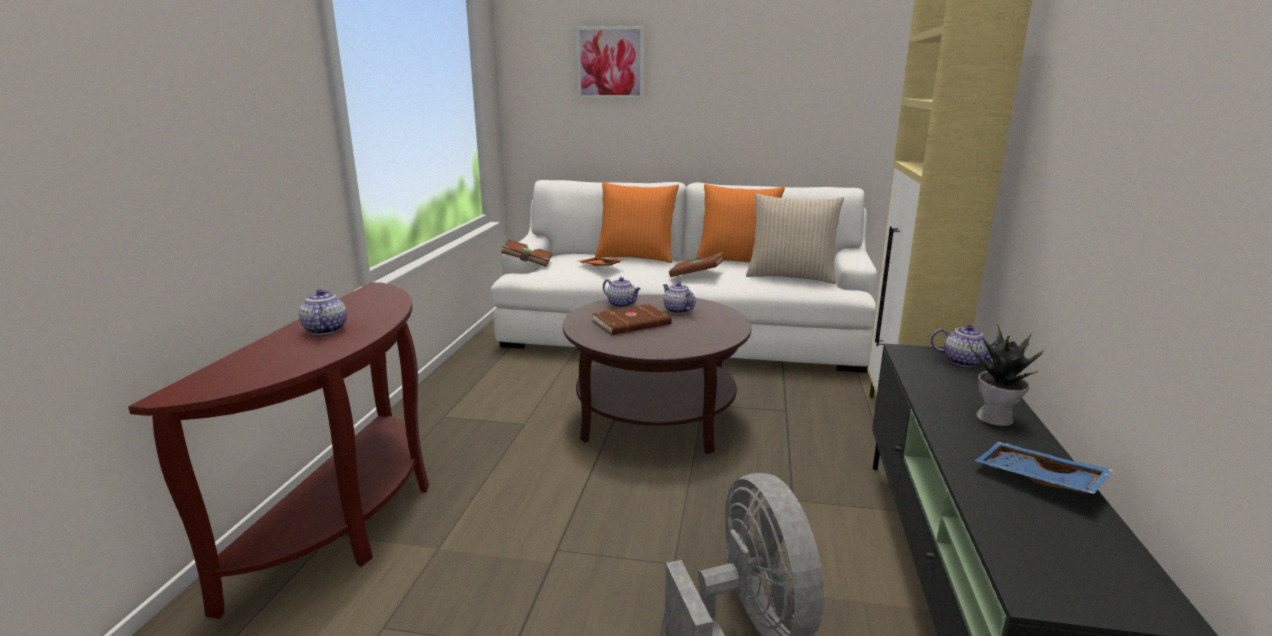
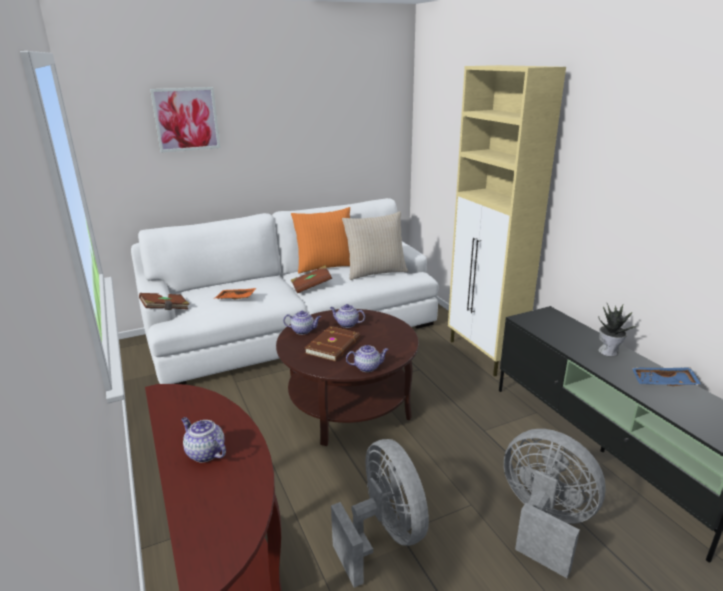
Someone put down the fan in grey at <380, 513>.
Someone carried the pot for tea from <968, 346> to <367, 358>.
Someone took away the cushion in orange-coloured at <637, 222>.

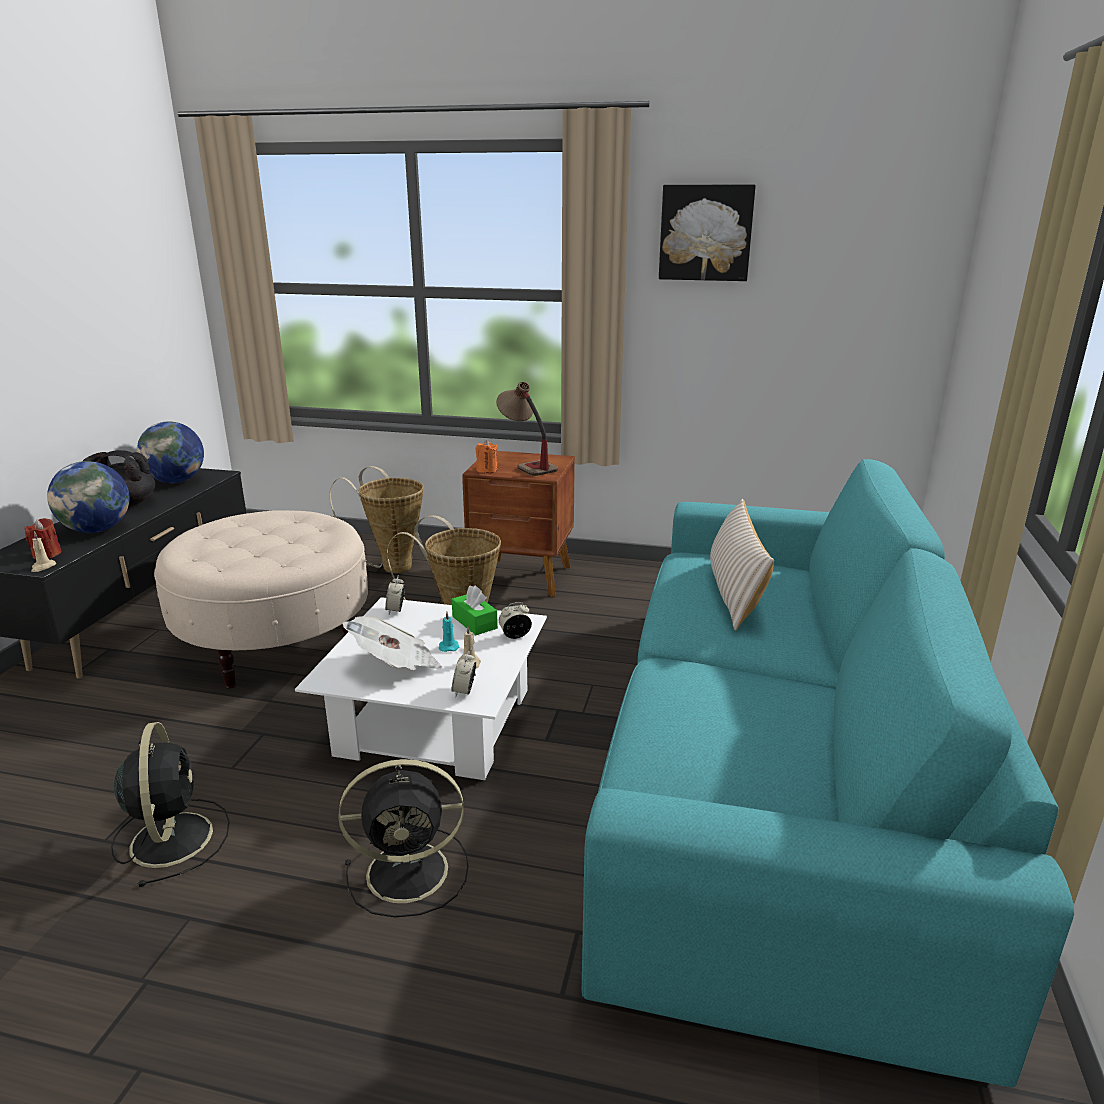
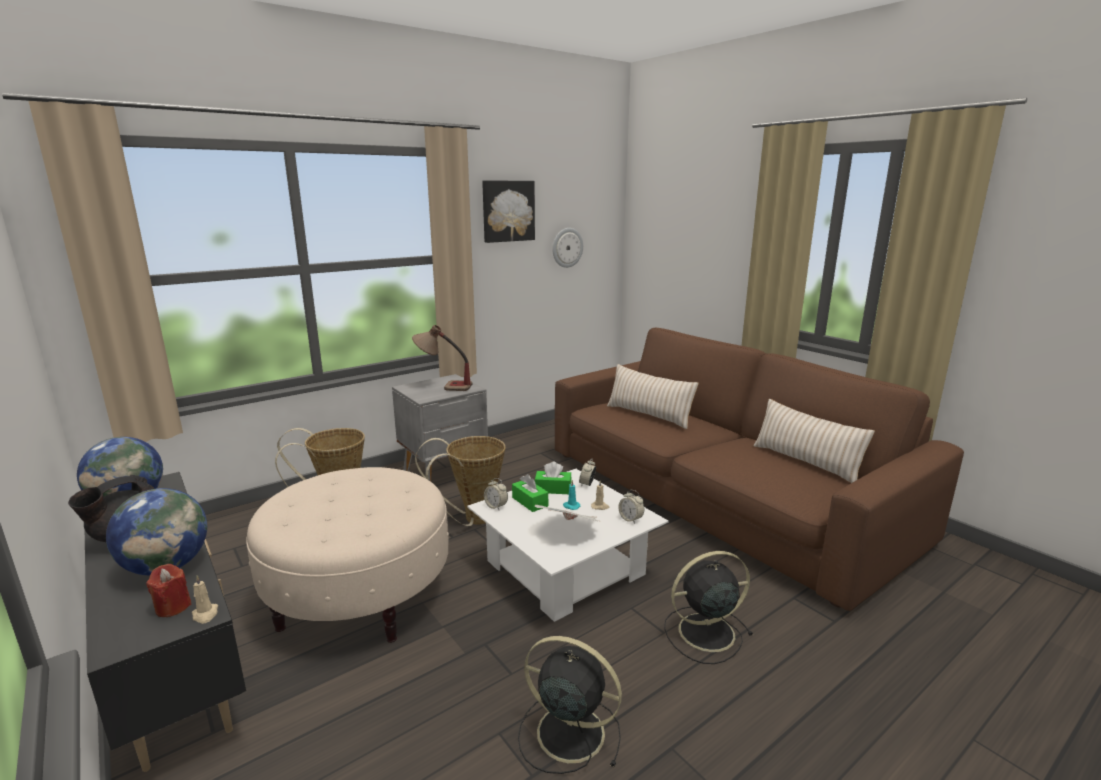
Someone repainted the nightstand in brownish at <518, 524>, which became the nightstand in grey at <440, 428>.
Someone put down the tissue box in green-coloured at <530, 493>.
Someone put up the clock on the wall at <567, 248>.
Someone repainted the sofa in turquoise at <828, 773>, which became the sofa in brownish at <759, 469>.
Someone rotated the fan in blackish at <403, 838> by 135 degrees counterclockwise.
Someone put down the cushion in beige at <814, 441>.
Someone took away the wax candle in orange-coloured at <486, 456>.

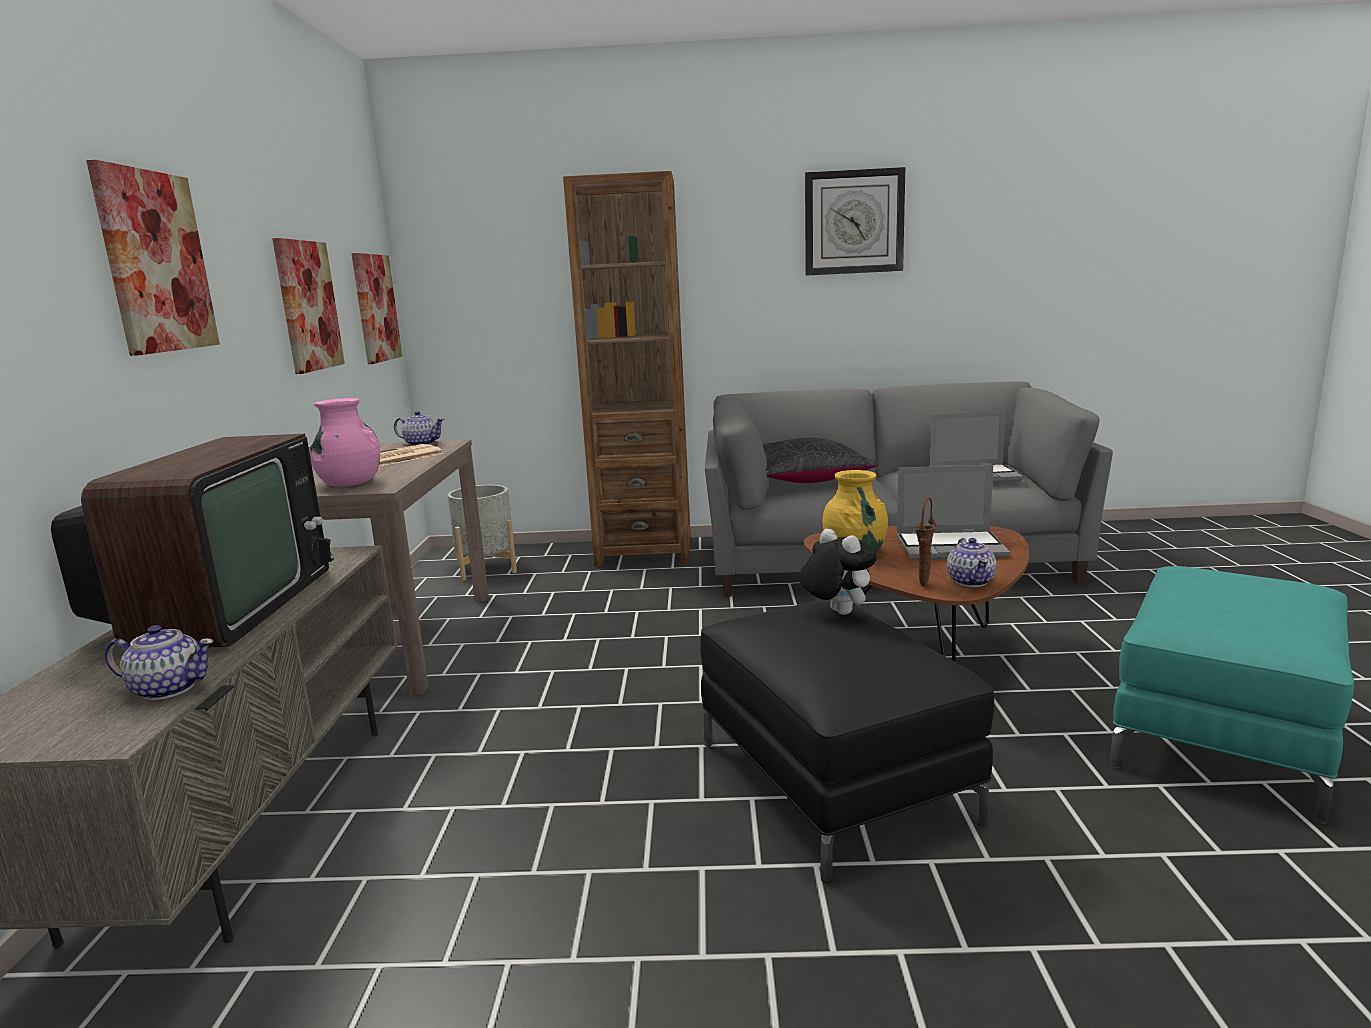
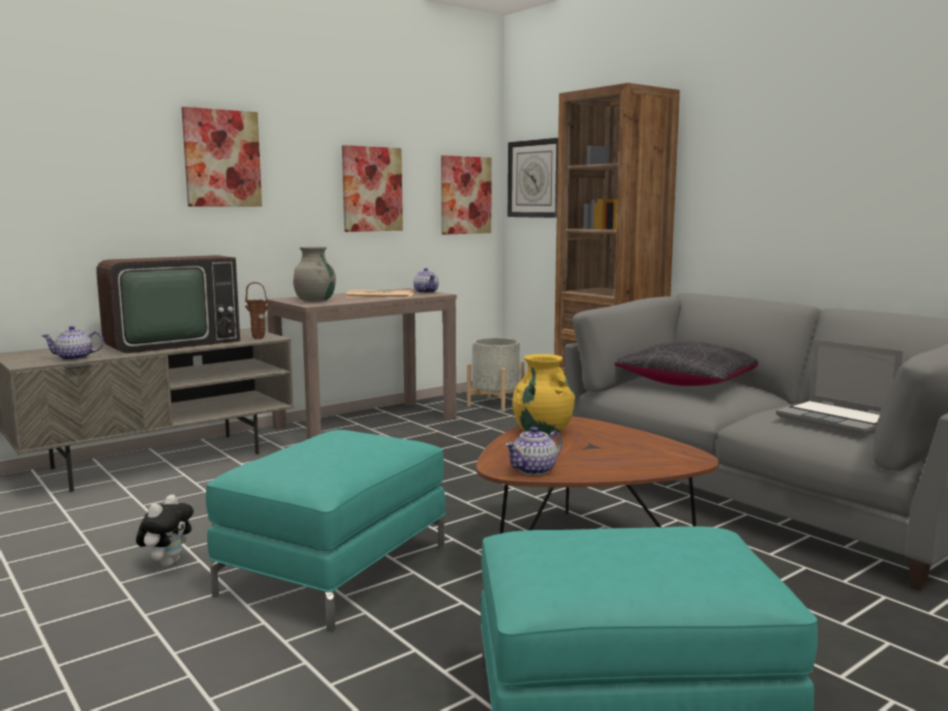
Someone rotated the pot for tea at <159, 662> by 105 degrees clockwise.
Someone carried the cuddly toy from <838, 572> to <165, 530>.
Someone repainted the ottoman in blackish at <847, 741>, which became the ottoman in turquoise at <325, 531>.
Someone carried the flower vase in brownish from <925, 542> to <258, 310>.
Someone repainted the flower vase in pink at <344, 442>, which became the flower vase in grey at <314, 274>.
Someone carried the clock on the wall from <855, 221> to <533, 178>.
Someone took away the laptop at <953, 512>.

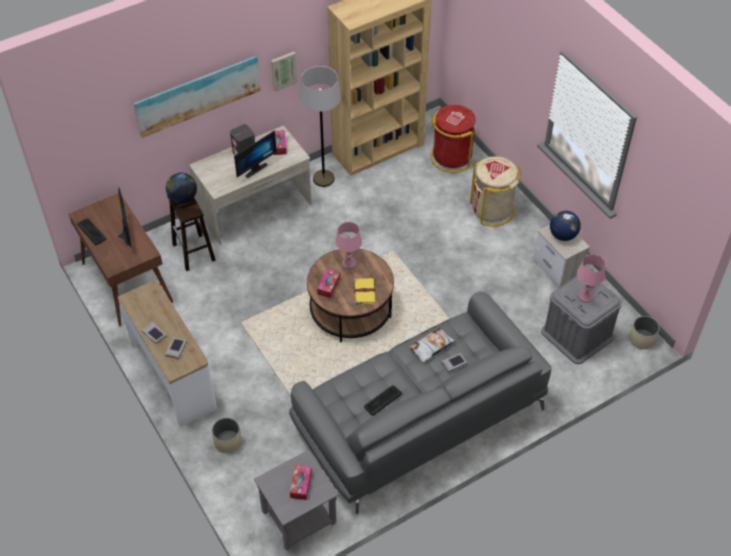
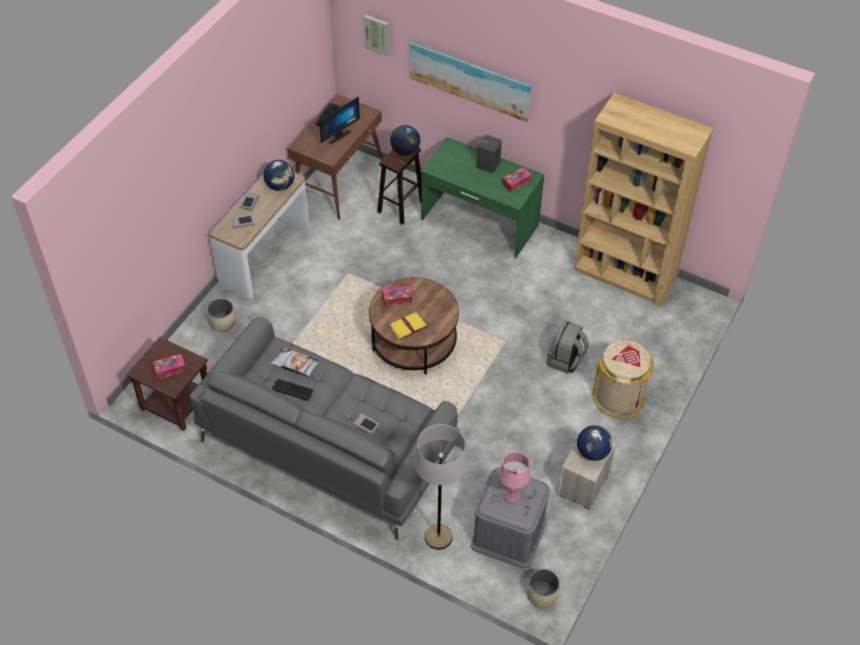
Someone repainted the side table in grey at <296, 500>, which became the side table in brownish at <167, 384>.
Someone put down the desk globe at <279, 175>.
Someone carried the cushion from <431, 345> to <295, 362>.
Someone carried the wall picture from <284, 71> to <376, 35>.
Someone carried the standing lamp in grey from <320, 126> to <441, 487>.
Someone repainted the desk in beige at <250, 185>, which became the desk in green-coloured at <482, 197>.
Someone put down the rucksack in grey at <568, 347>.
Someone took away the computer display at <255, 154>.
Someone took away the tabletop lamp in pink at <348, 245>.
Someone took away the trash can in red-coloured at <453, 139>.

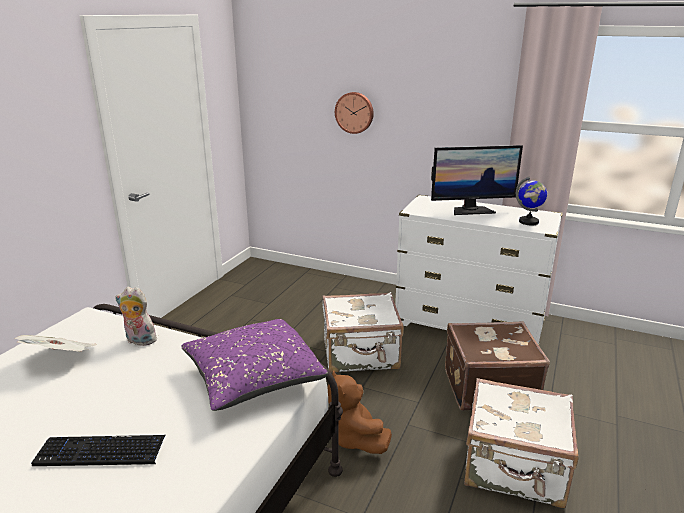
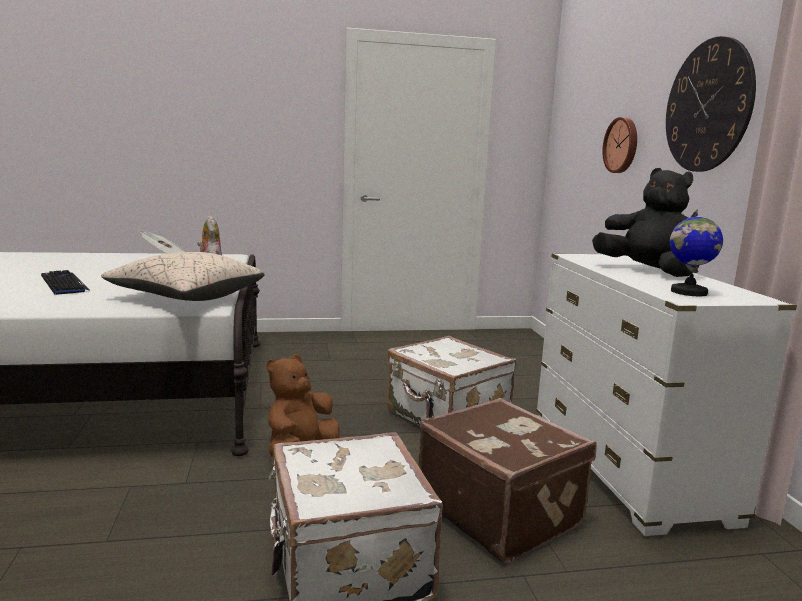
Someone repainted the cushion in purple-coloured at <254, 365>, which became the cushion in beige at <183, 276>.
Someone swapped the computer display at <477, 180> for the cuddly toy in blackish at <645, 222>.
Someone put up the clock on the wall at <711, 104>.

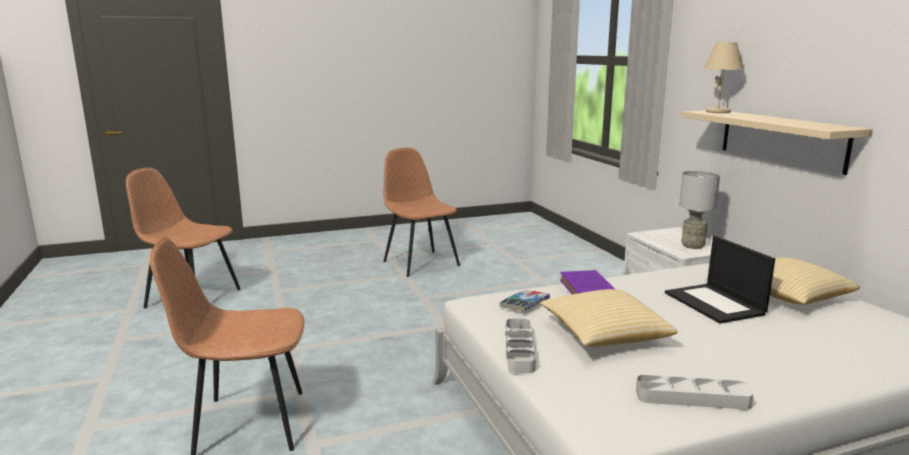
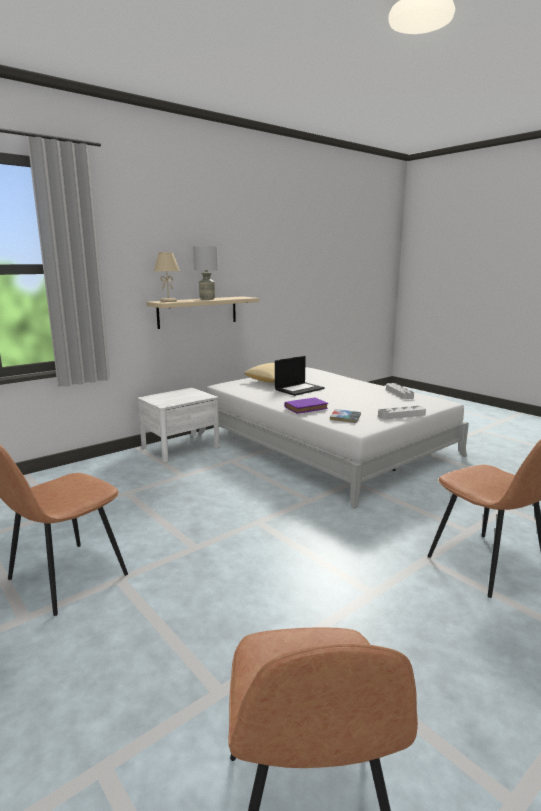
Someone carried the tabletop lamp in grey from <699, 210> to <205, 273>.
Someone took away the cushion at <609, 318>.

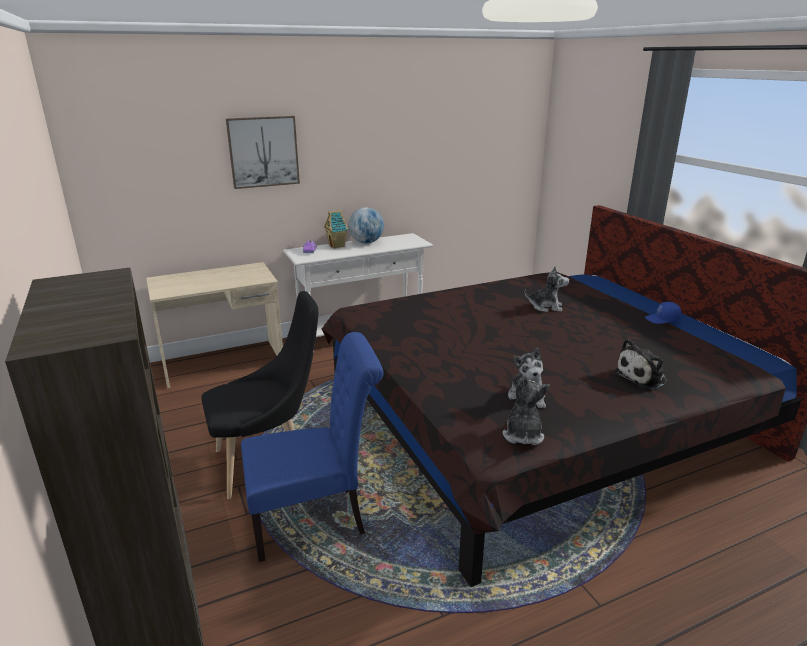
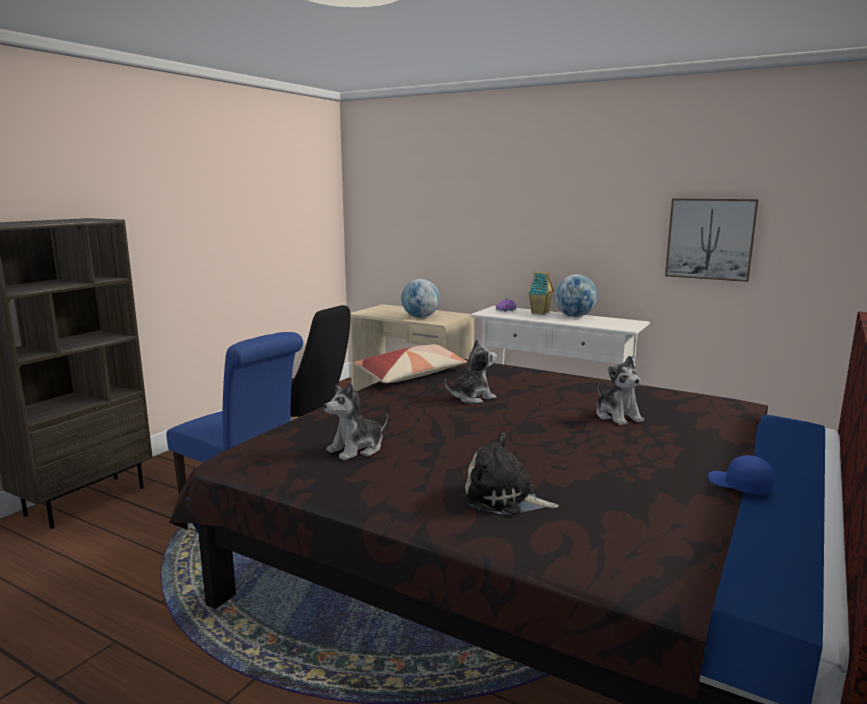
Someone put down the cushion at <410, 363>.
Someone put down the desk globe at <420, 298>.
Someone carried the cuddly toy from <526, 410> to <471, 371>.
Someone carried the wall picture from <263, 152> to <712, 240>.

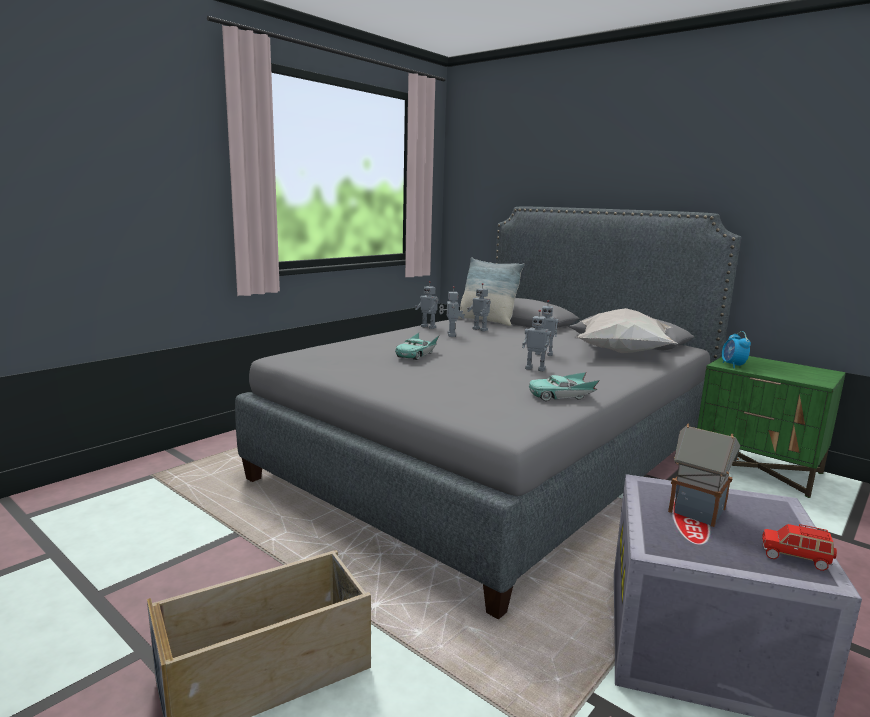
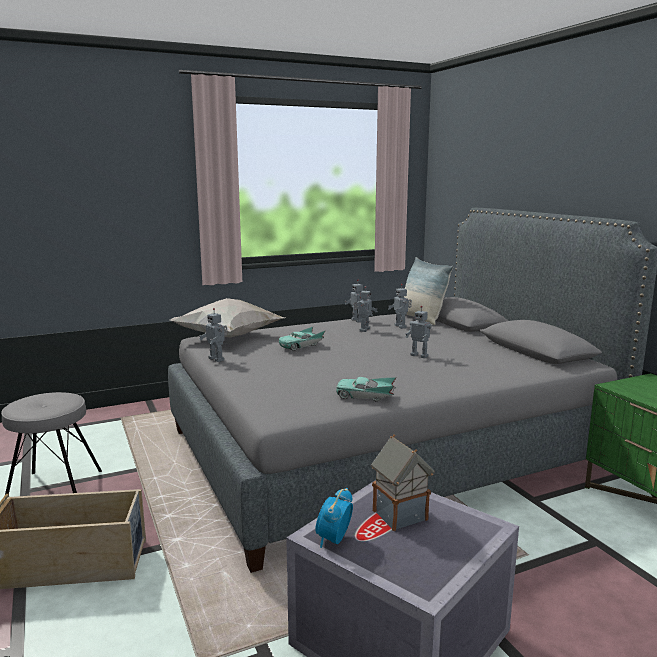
Someone put down the stool in grey at <51, 443>.
Someone carried the cushion in whitish from <626, 330> to <228, 317>.
Someone carried the model robot from <537, 340> to <213, 335>.
Someone carried the alarm clock from <736, 349> to <334, 518>.
Someone took away the model car in red-coloured at <799, 547>.

